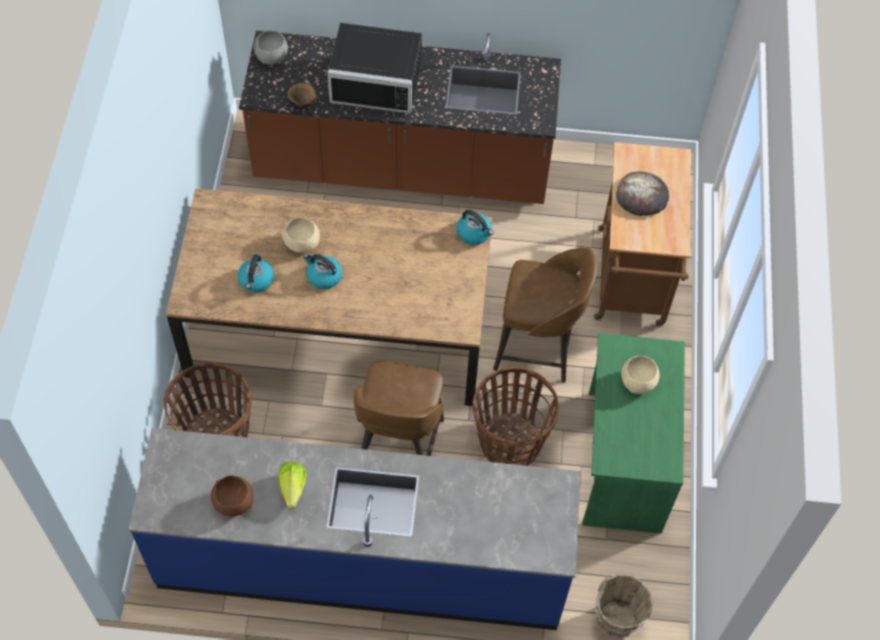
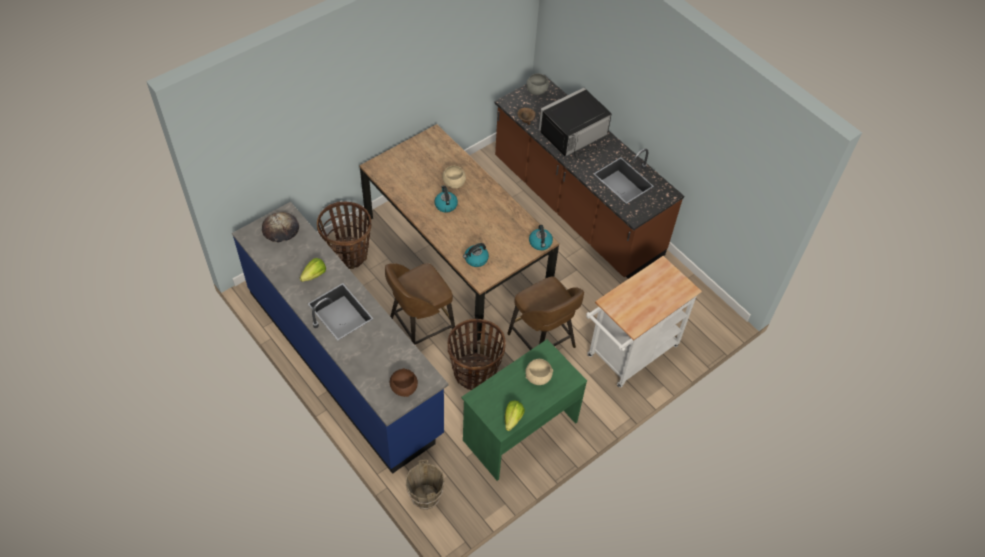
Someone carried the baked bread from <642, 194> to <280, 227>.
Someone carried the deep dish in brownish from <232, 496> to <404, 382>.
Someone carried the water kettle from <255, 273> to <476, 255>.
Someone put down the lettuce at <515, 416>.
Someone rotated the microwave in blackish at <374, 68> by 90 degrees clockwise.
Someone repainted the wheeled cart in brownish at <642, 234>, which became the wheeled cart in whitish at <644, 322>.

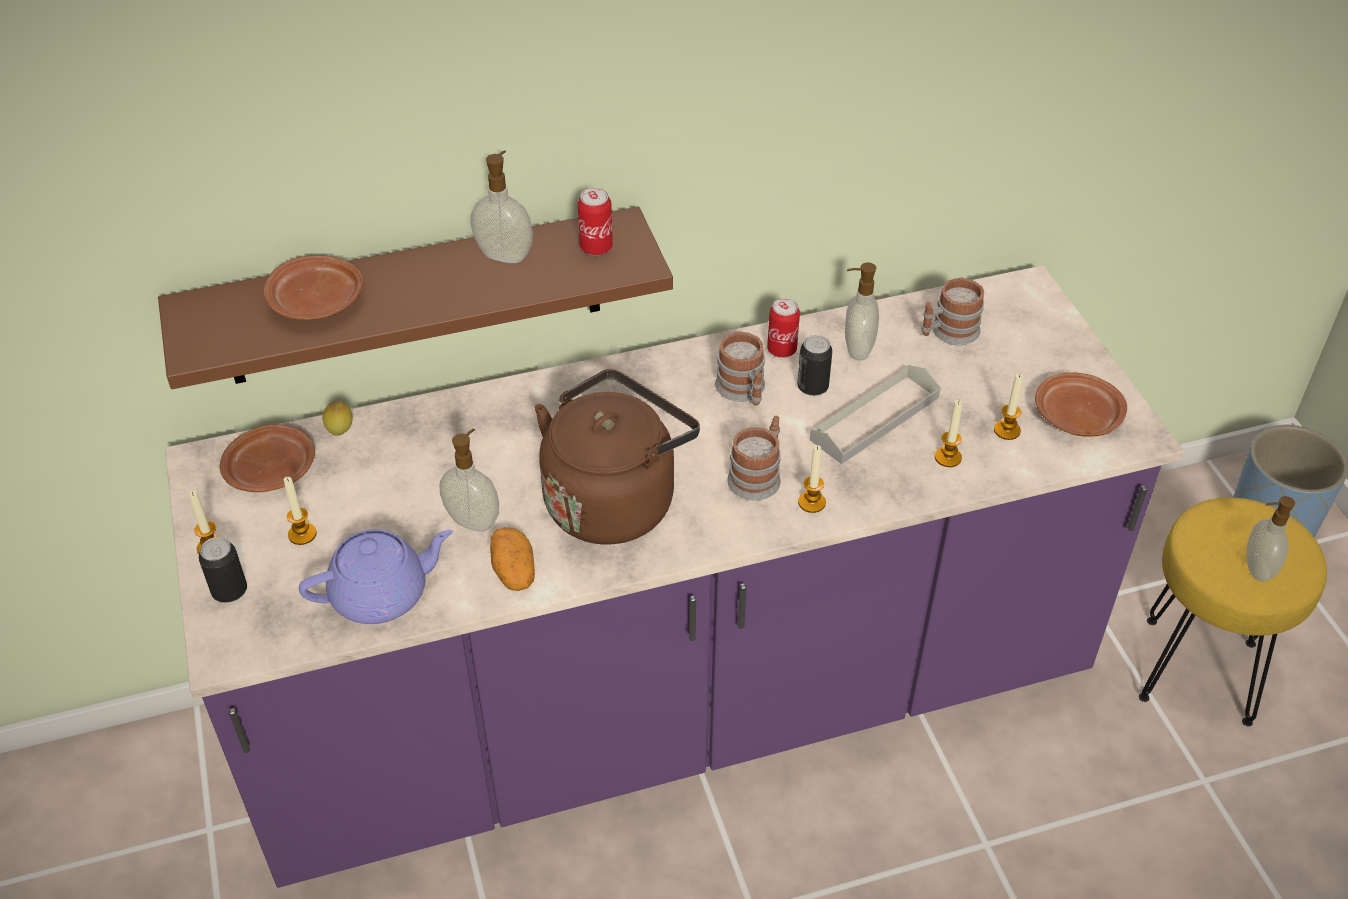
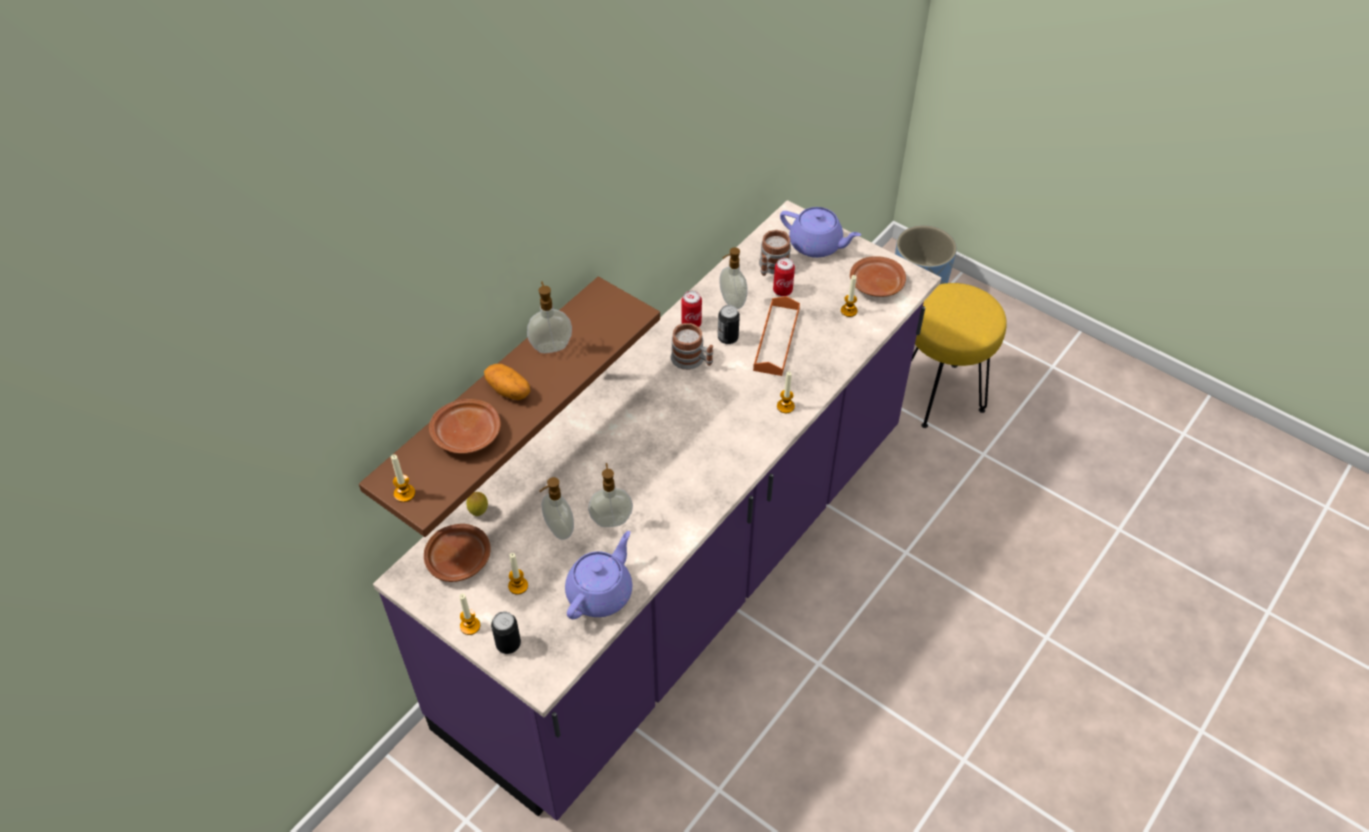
Someone carried the wax candle from <948, 433> to <403, 478>.
Someone carried the spud from <512, 559> to <507, 382>.
Someone carried the soap dispenser from <1271, 538> to <556, 508>.
Someone repainted the tray in grey at <875, 414>, which became the tray in orange-coloured at <776, 336>.
Someone carried the can from <595, 222> to <784, 277>.
Someone put down the pot for tea in purple-coloured at <820, 232>.
Someone took away the water kettle in brownish at <617, 457>.
Someone took away the mug at <754, 458>.

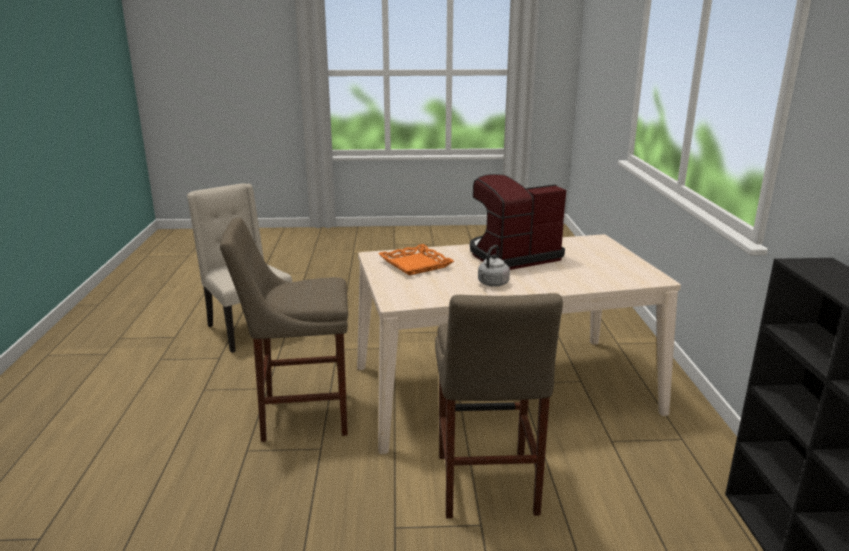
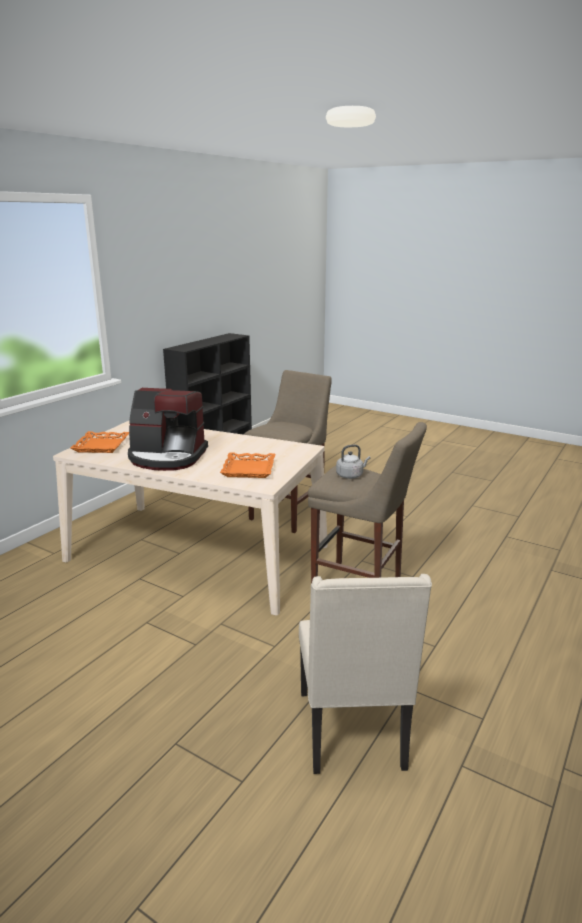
Someone put down the tray in orange-coloured at <99, 442>.
Someone carried the water kettle in grey from <494, 265> to <353, 461>.

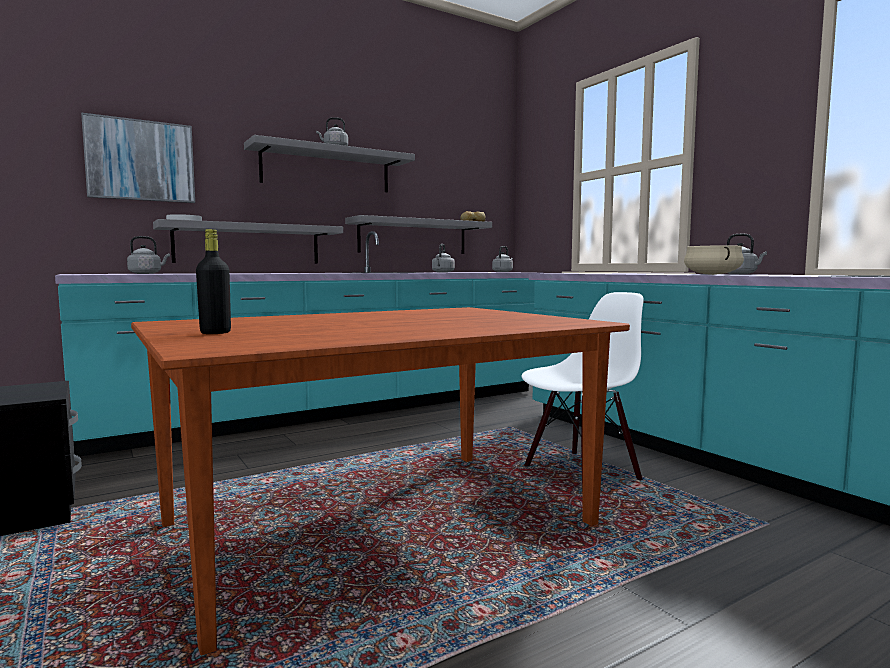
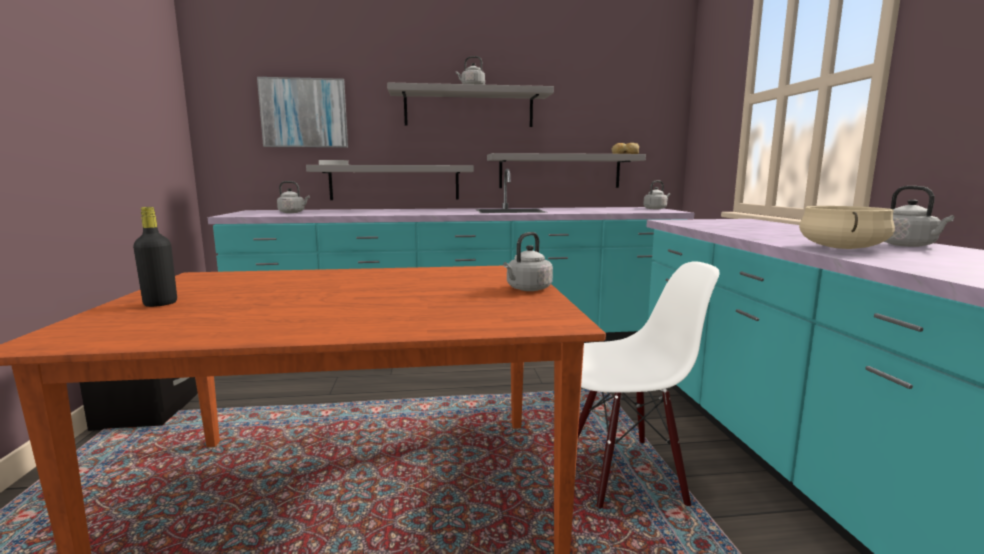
Someone carried the water kettle in grey from <443, 258> to <528, 261>.

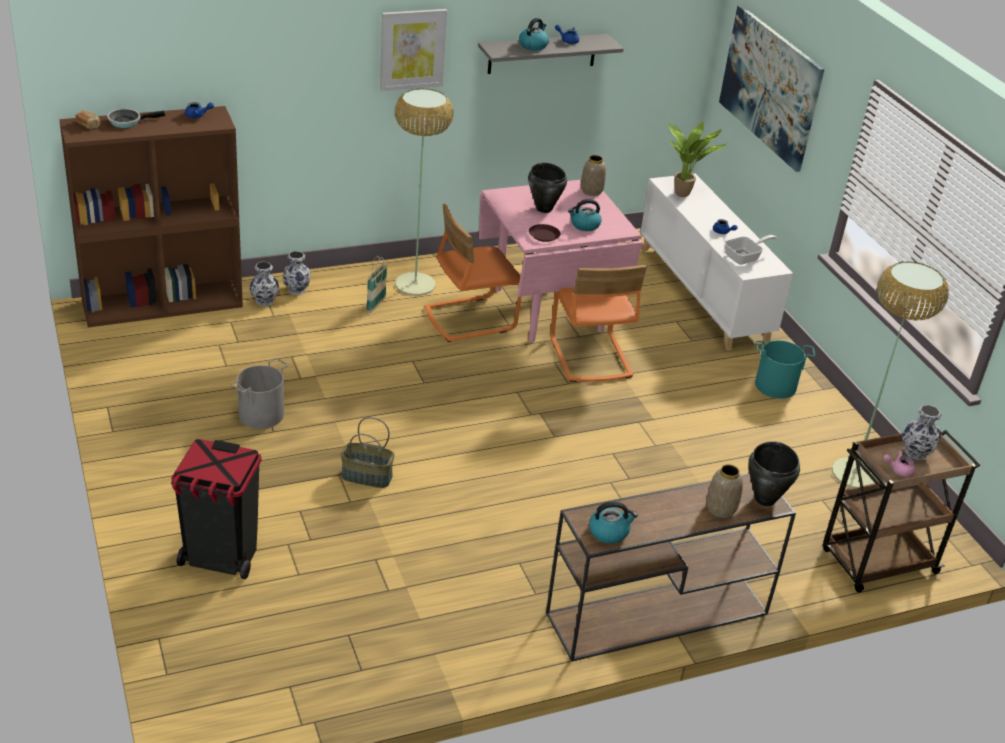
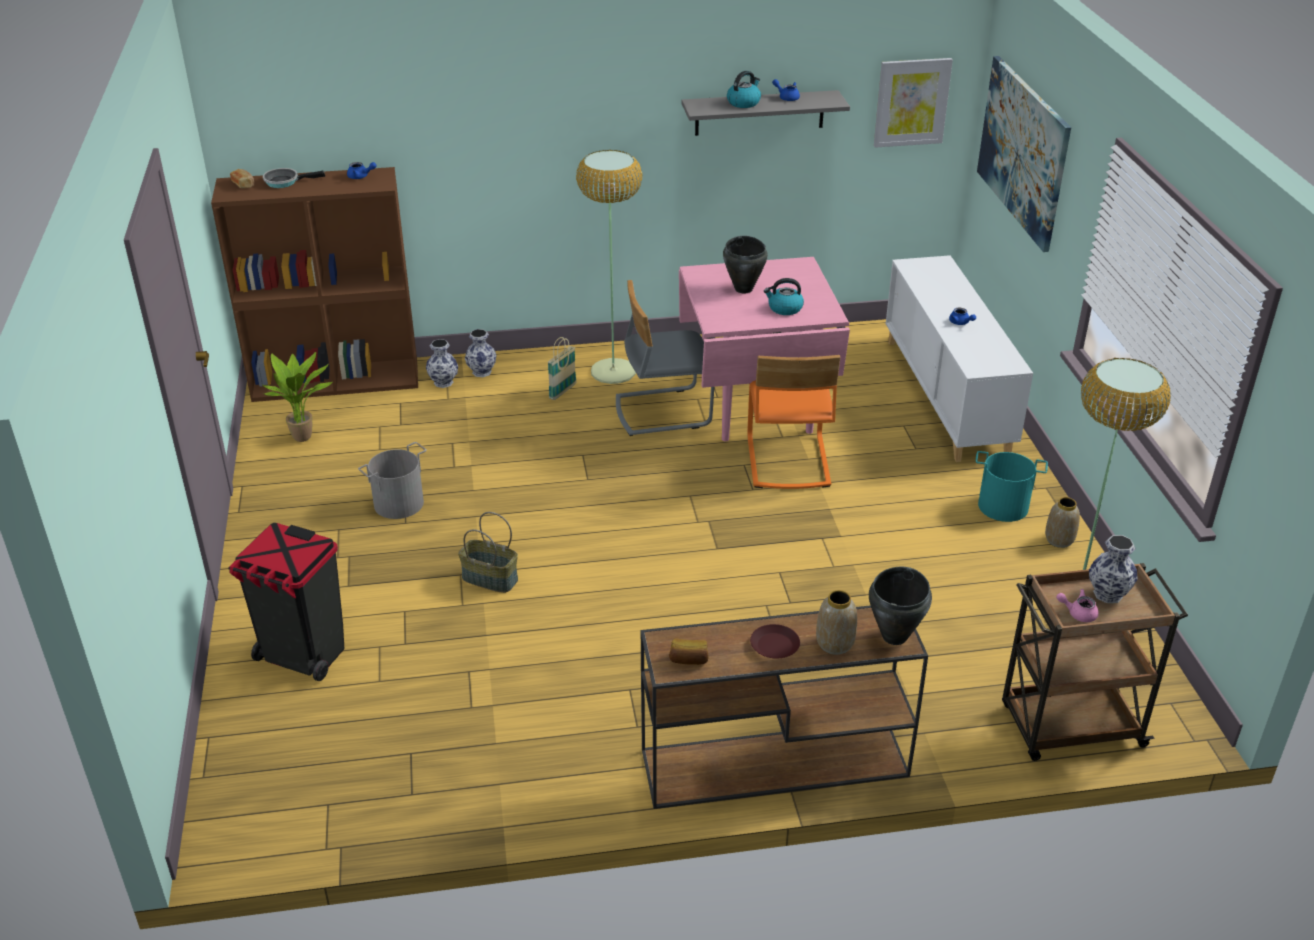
Someone carried the potted plant from <697, 159> to <297, 397>.
Someone repainted the upright chair in orange-coloured at <473, 273>, which became the upright chair in grey at <665, 358>.
Someone swapped the water kettle at <613, 523> for the baked bread at <688, 651>.
Someone carried the plate in brownish from <545, 233> to <775, 641>.
Someone carried the wall picture from <413, 50> to <913, 103>.
Someone carried the flower vase from <593, 175> to <1062, 522>.
Someone took away the pan at <750, 250>.

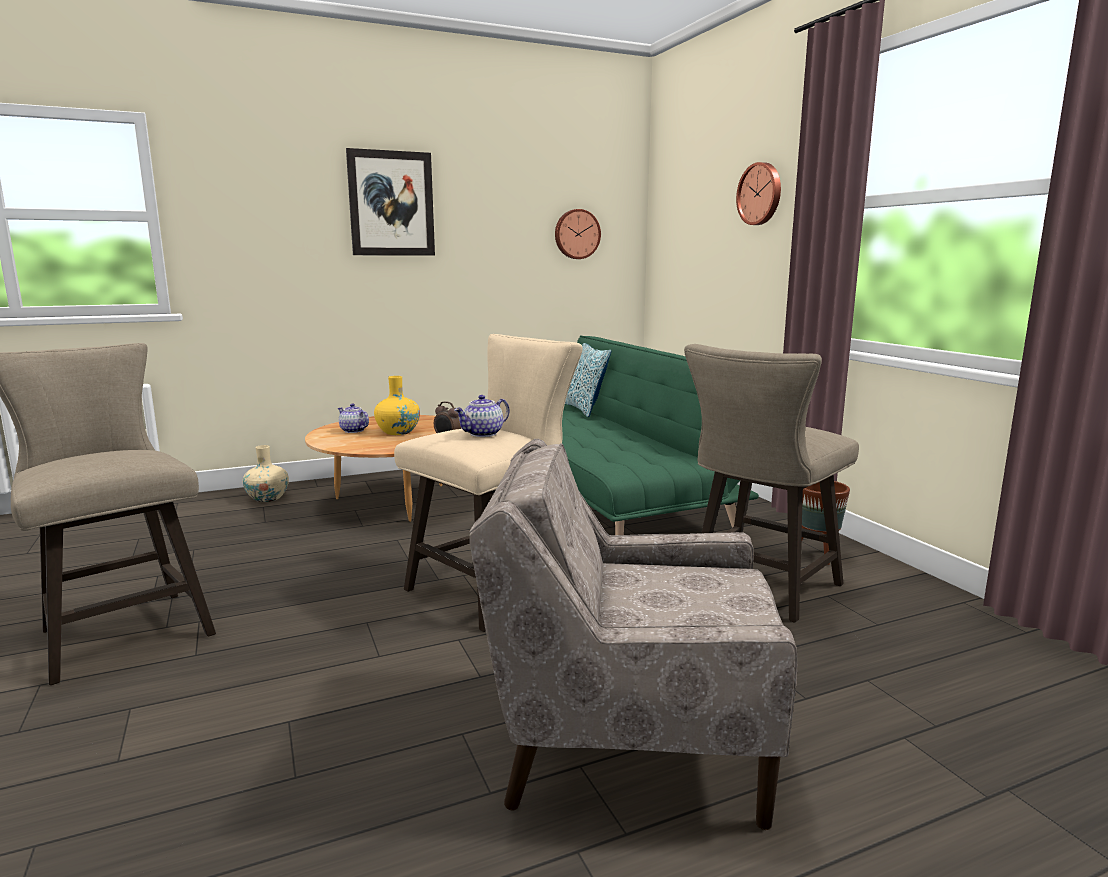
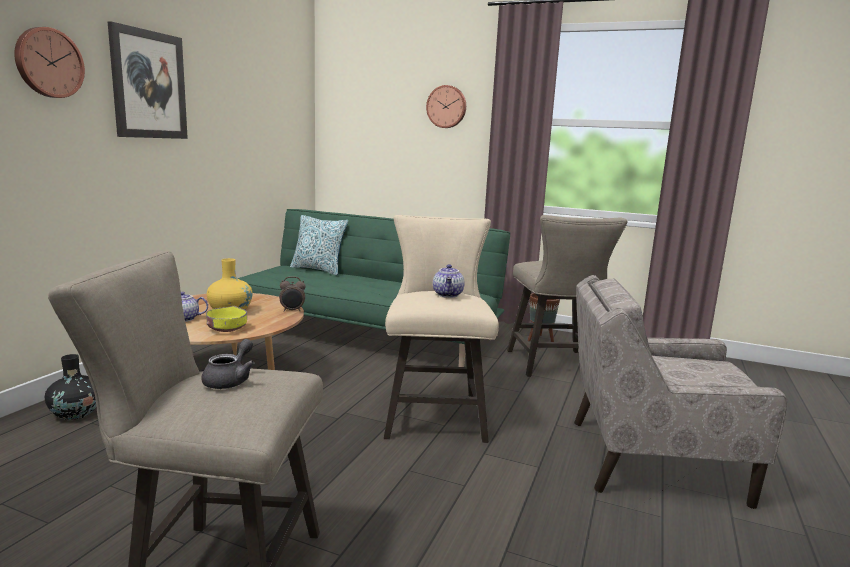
Someone carried the clock on the wall from <578, 234> to <49, 62>.
Someone repainted the flower vase in beige at <266, 473>, which became the flower vase in blackish at <70, 387>.
Someone put down the pot for tea in grey at <228, 364>.
Someone put down the deep dish in yellow at <226, 319>.
Someone rotated the lounge chair in beige at <633, 634> by 45 degrees clockwise.

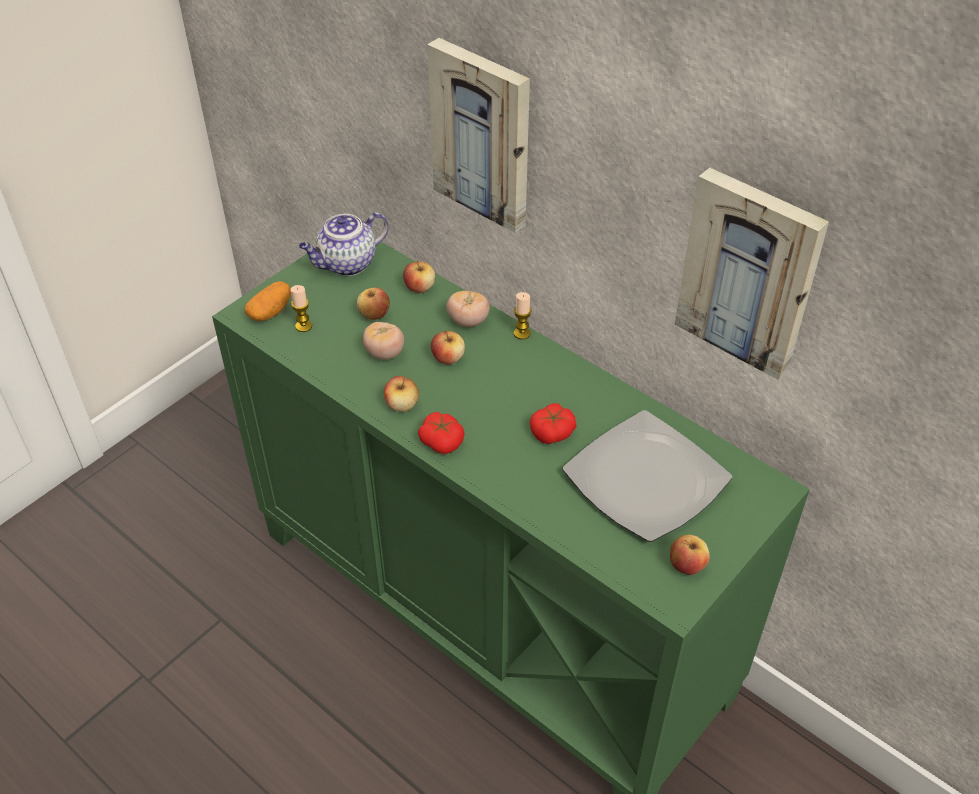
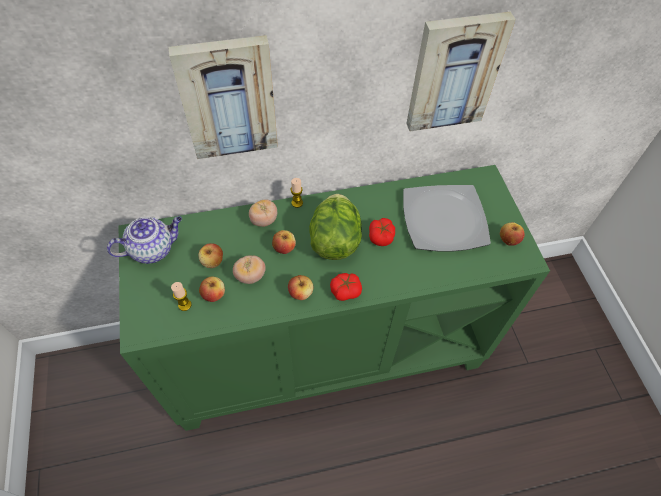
Someone rotated the pot for tea at <344, 244> by 120 degrees counterclockwise.
Someone carried the apple from <419, 277> to <212, 289>.
Someone put down the lettuce at <335, 227>.
Someone took away the spud at <268, 301>.

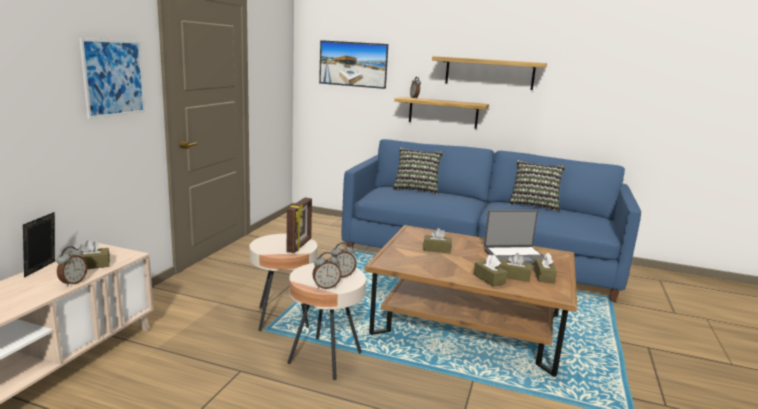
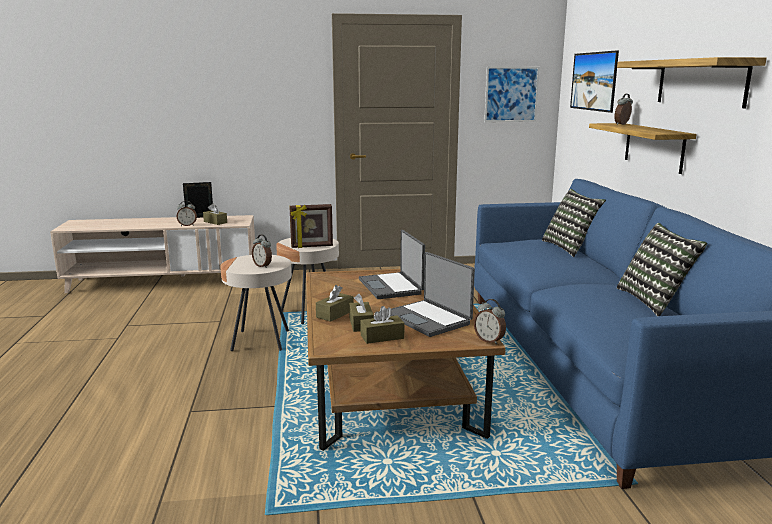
Someone swapped the tissue box in brownish at <437, 240> for the laptop at <392, 264>.
Someone carried the alarm clock from <326, 270> to <490, 322>.
Someone carried the wall picture from <112, 78> to <512, 94>.

